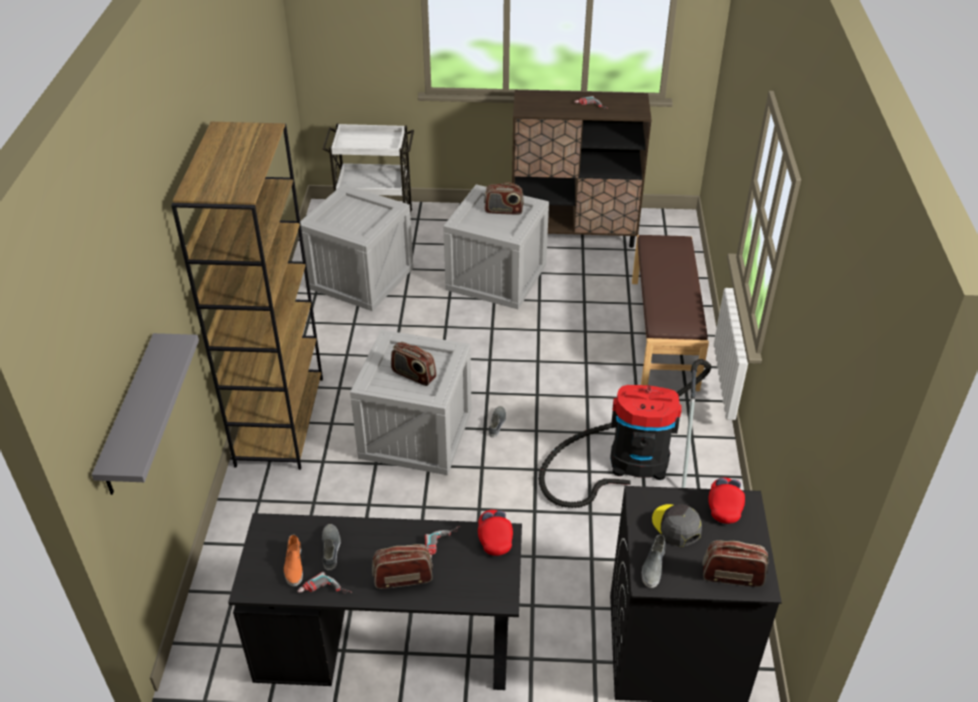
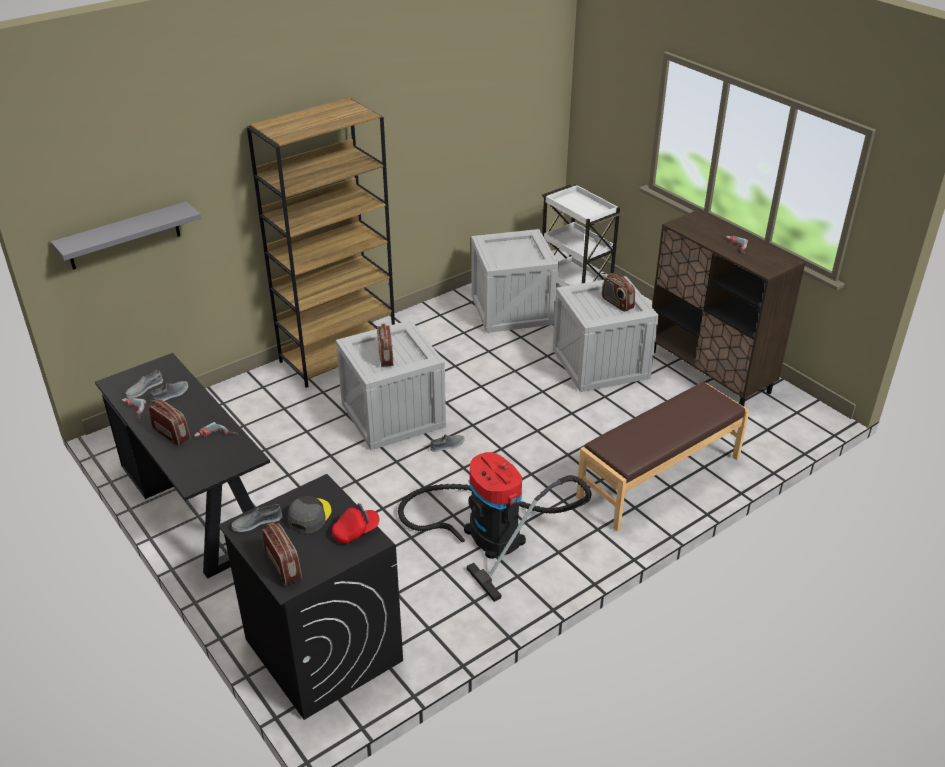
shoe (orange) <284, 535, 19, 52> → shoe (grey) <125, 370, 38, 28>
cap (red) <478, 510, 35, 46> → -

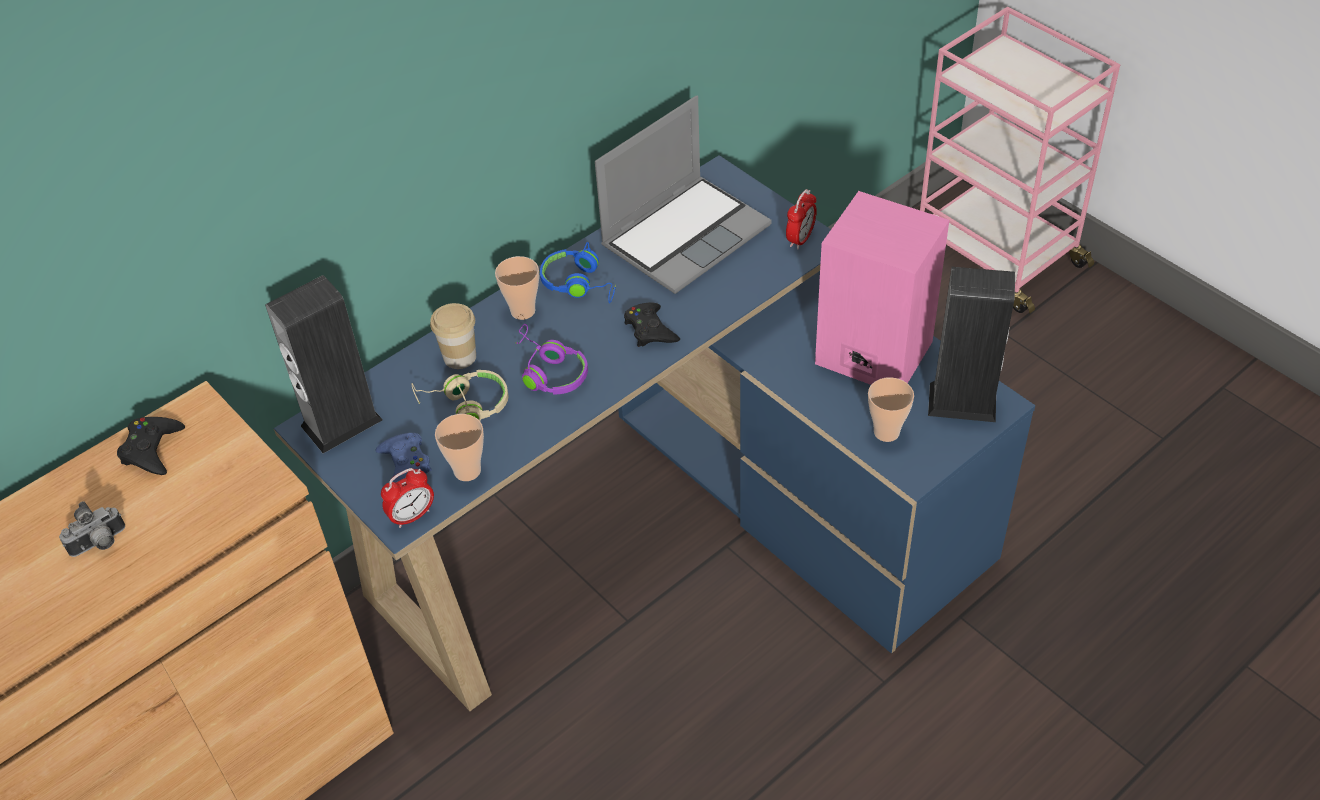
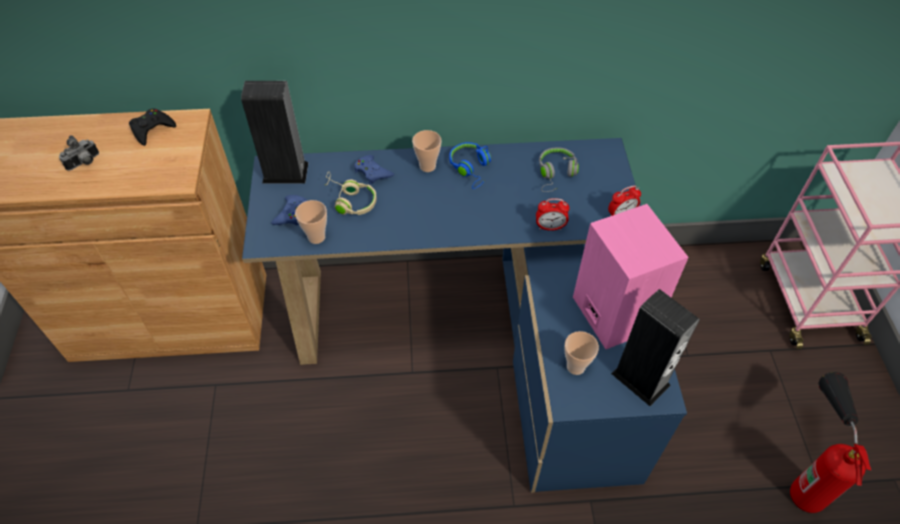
photo camera <59, 501, 66, 56> → photo camera <59, 135, 40, 36>, 45 degrees counterclockwise
cup <430, 303, 46, 66> → game controller (blue) <354, 155, 40, 30>
alarm clock <381, 468, 53, 60> → alarm clock <536, 198, 33, 33>, shifted
laptop <595, 96, 177, 198> → headphones (grey) <539, 147, 40, 45>
- → fire extinguisher <790, 372, 81, 141>
headphones (purple) <516, 324, 72, 70> → -
game controller (black) <624, 302, 56, 45> → -

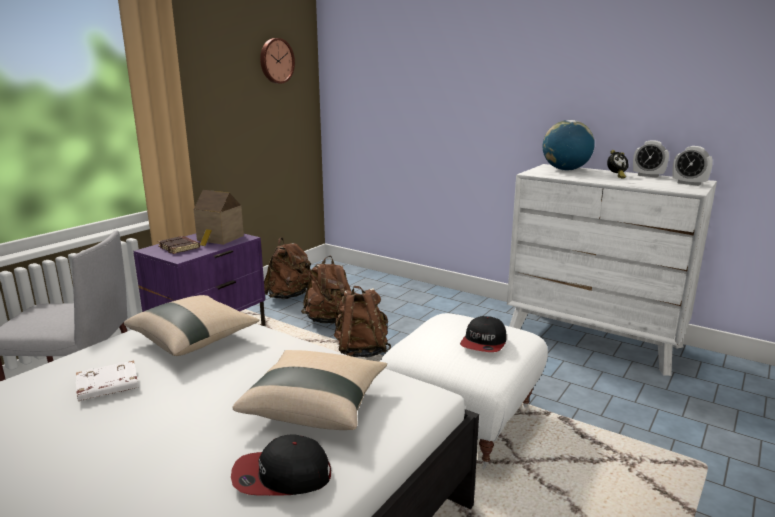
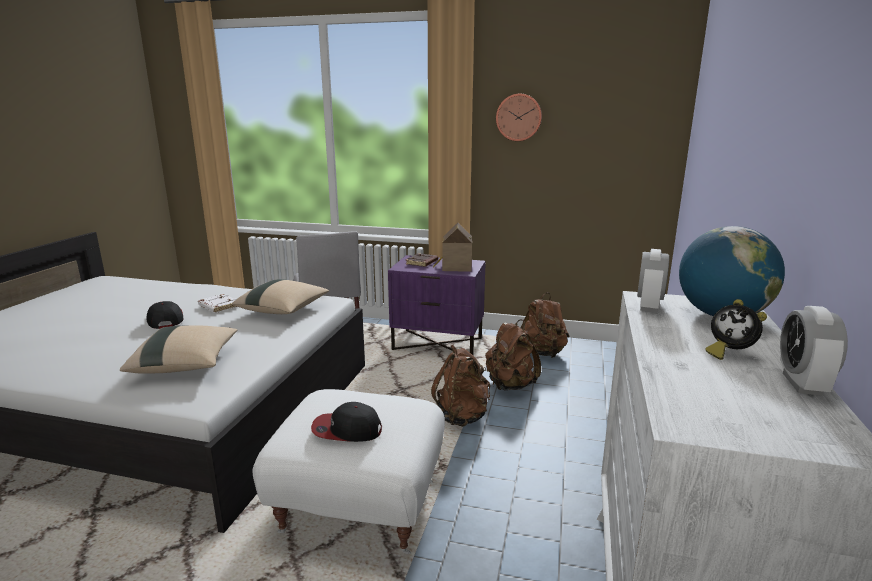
cap <231, 435, 100, 61> → cap <147, 301, 36, 28>, shifted
wall clock <260, 38, 35, 46> → wall clock <496, 94, 46, 47>, shifted
alarm clock <672, 146, 41, 40> → alarm clock <637, 249, 33, 64>, shifted

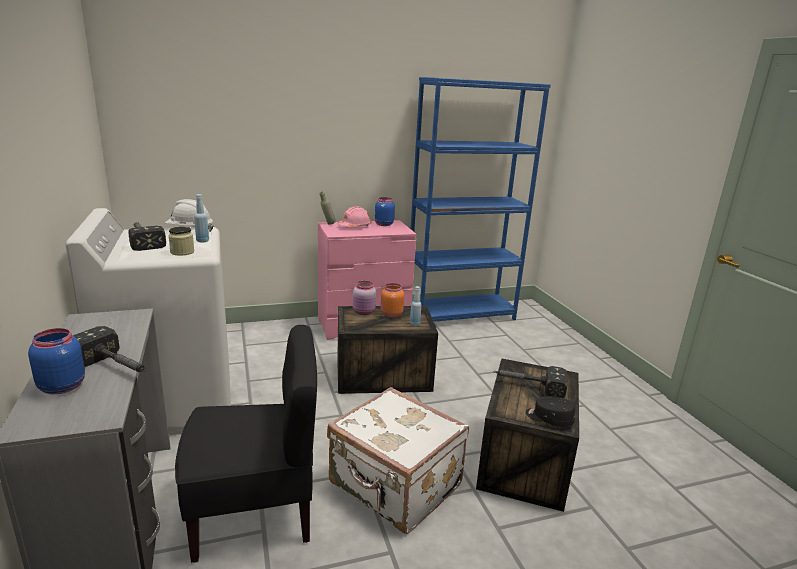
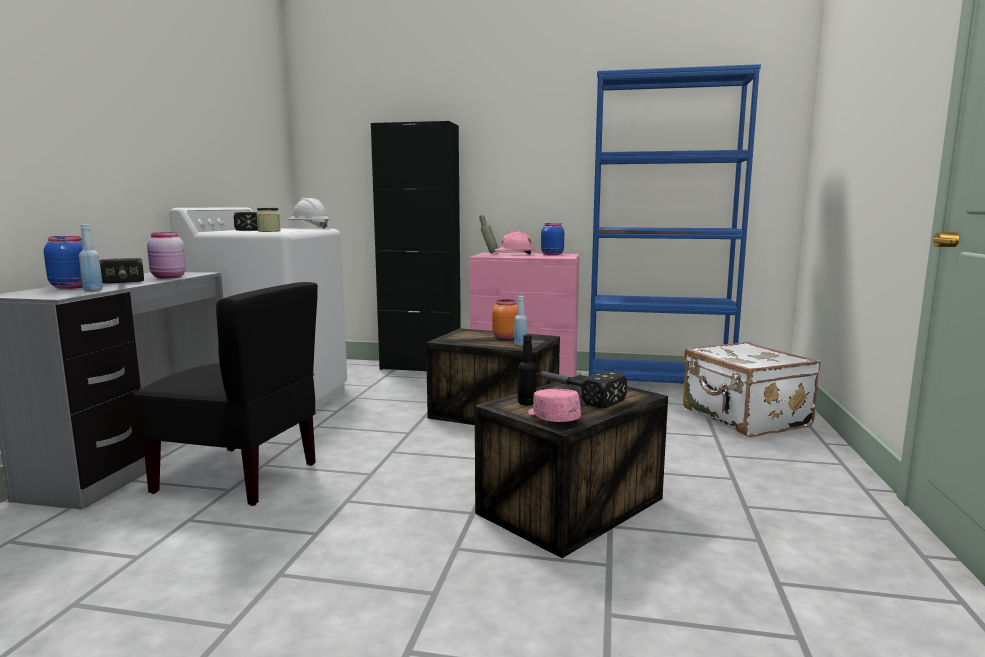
bottle (blue) <194, 194, 15, 48> → bottle (blue) <79, 224, 24, 67>, shifted
jar (pink) <353, 281, 23, 34> → jar (pink) <147, 232, 39, 46>, shifted
- → cabinet (black) <371, 121, 90, 250>
- → bottle (black) <518, 334, 18, 71>
cap (black) <526, 396, 49, 31> → cap (pink) <528, 389, 53, 33>
suitcase (white) <327, 387, 142, 147> → suitcase (white) <683, 342, 137, 95>, shifted

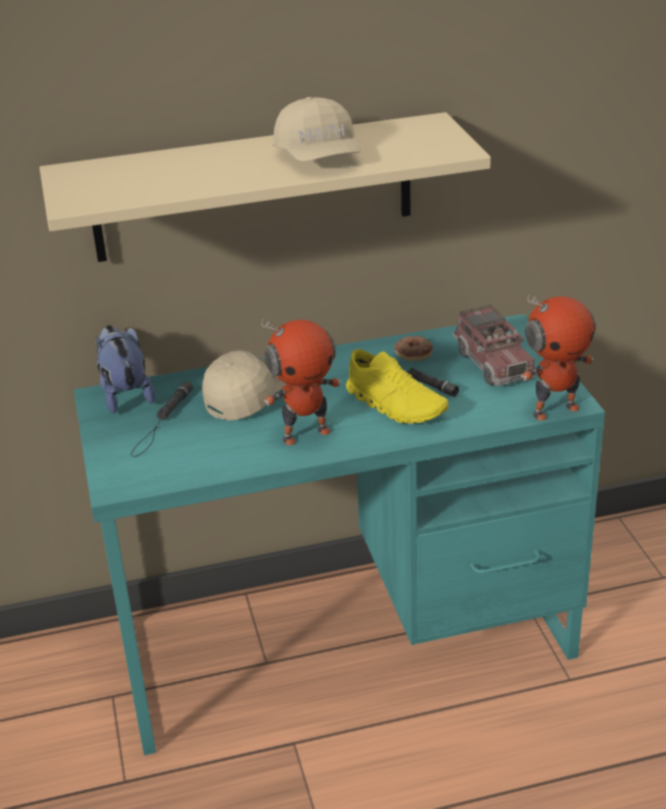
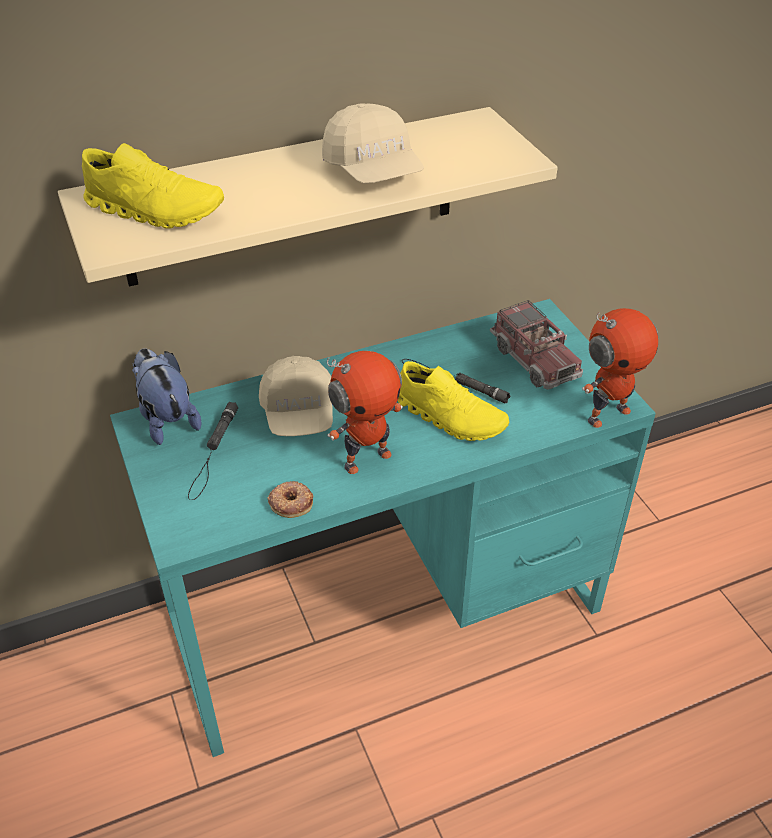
- → shoe (yellow) <82, 143, 142, 86>
cap (beige) <202, 350, 85, 71> → cap (beige) <259, 356, 74, 80>, 135 degrees clockwise
donut <394, 336, 39, 25> → donut <267, 481, 46, 37>, shifted

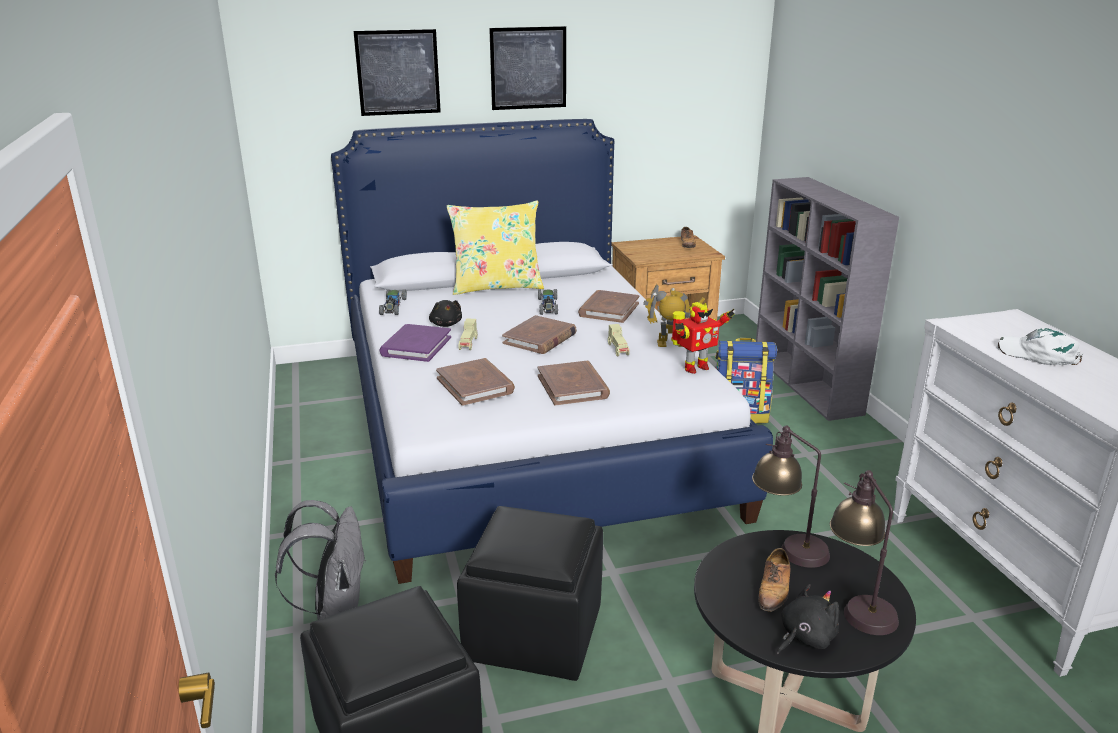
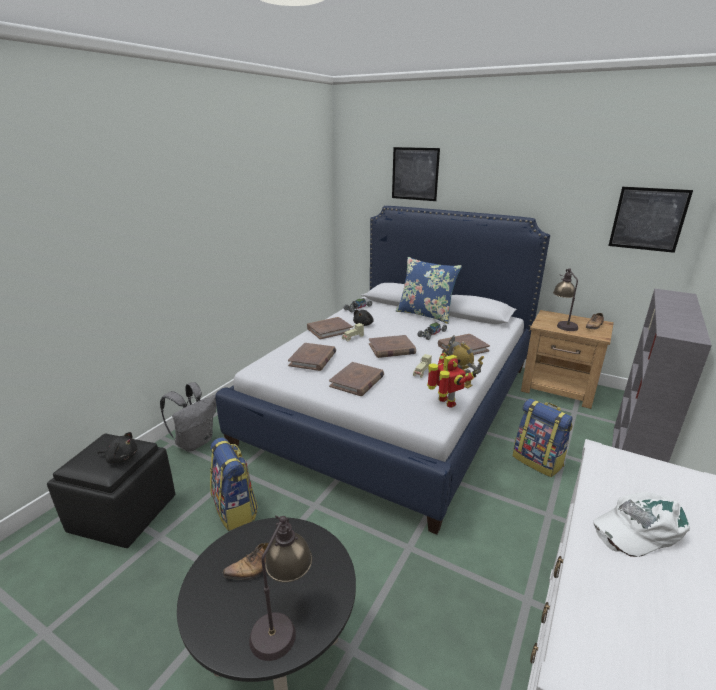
plush toy (black) <777, 584, 62, 70> → plush toy (black) <97, 432, 40, 32>, shifted
ottoman (black) <457, 506, 146, 175> → backpack <210, 437, 48, 94>
book (purple) <380, 324, 71, 38> → book (brown) <307, 317, 46, 22>
pillow (yellow) <447, 200, 97, 95> → pillow (blue) <396, 257, 66, 67>
toy robot <671, 302, 63, 72> → toy robot <427, 349, 50, 59>, 135 degrees counterclockwise
table lamp <752, 426, 78, 142> → table lamp <553, 268, 25, 63>, shifted
cap (white) <996, 328, 88, 37> → cap (white) <593, 492, 97, 65>, 105 degrees counterclockwise
picture <489, 26, 77, 84> → picture <608, 187, 85, 66>, shifted

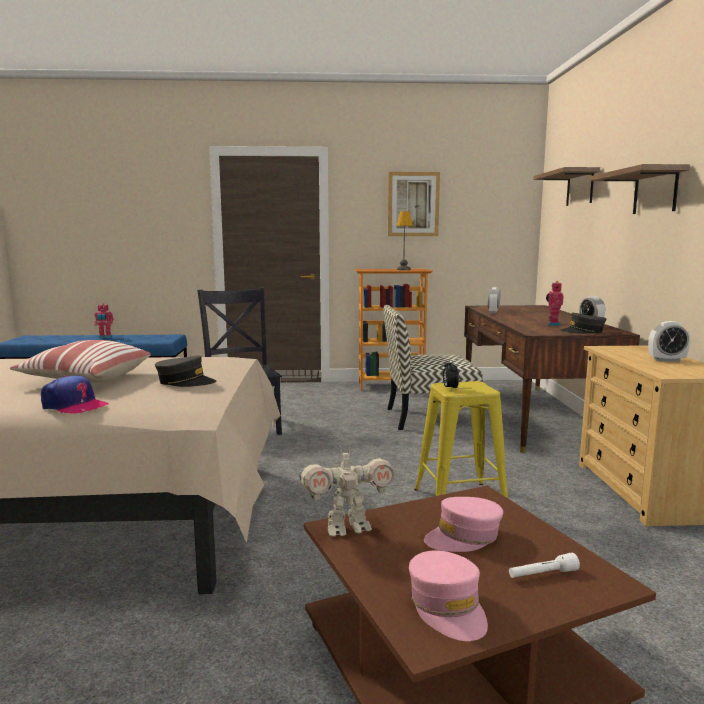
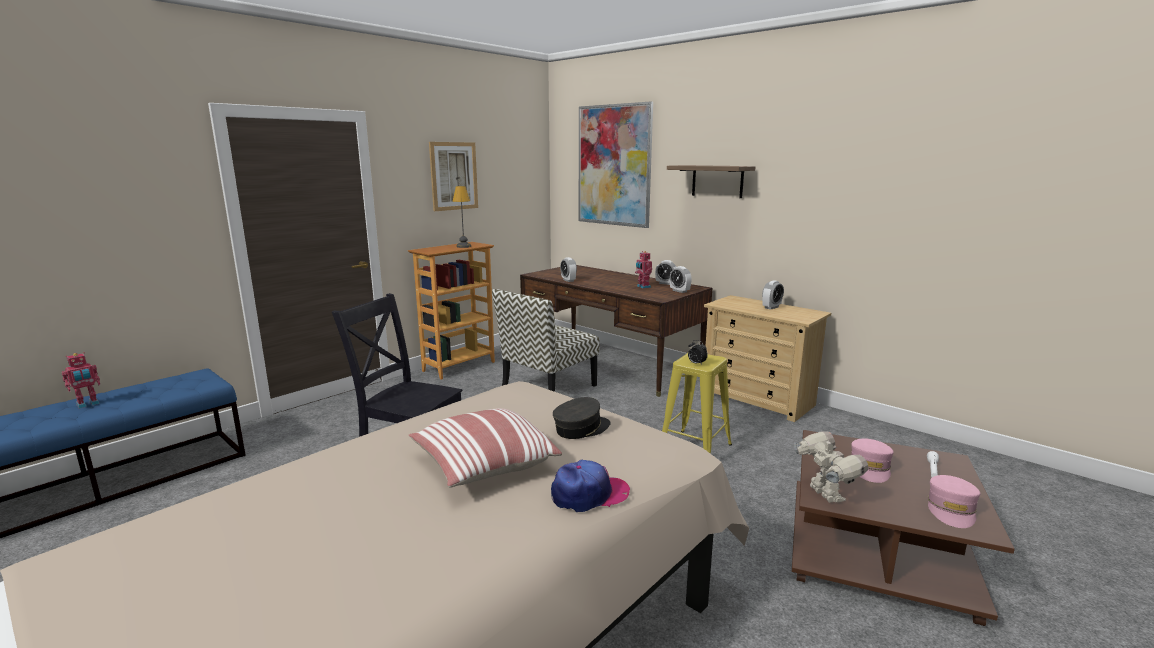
shelf <533, 167, 67, 39> → picture <579, 101, 74, 127>
cap (grey) <560, 313, 46, 21> → alarm clock <670, 266, 22, 27>
toy robot <299, 444, 96, 92> → toy robot <794, 432, 74, 71>, 45 degrees counterclockwise
cap (pink) <409, 550, 79, 91> → cap (pink) <928, 475, 52, 53>, 90 degrees clockwise

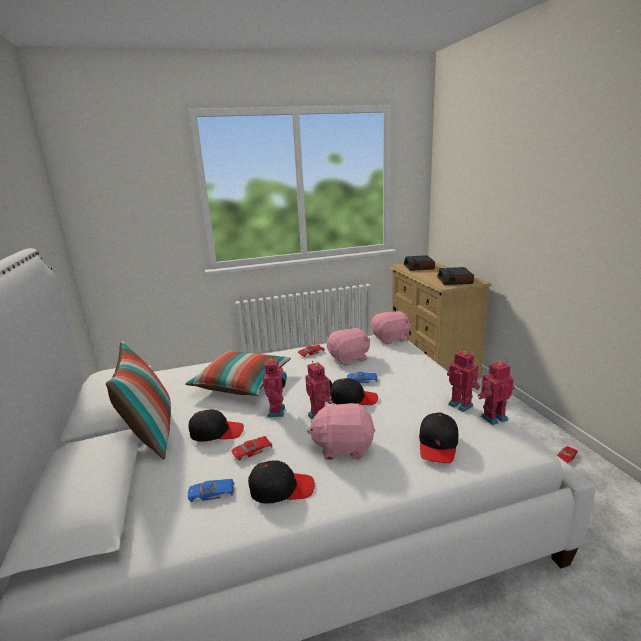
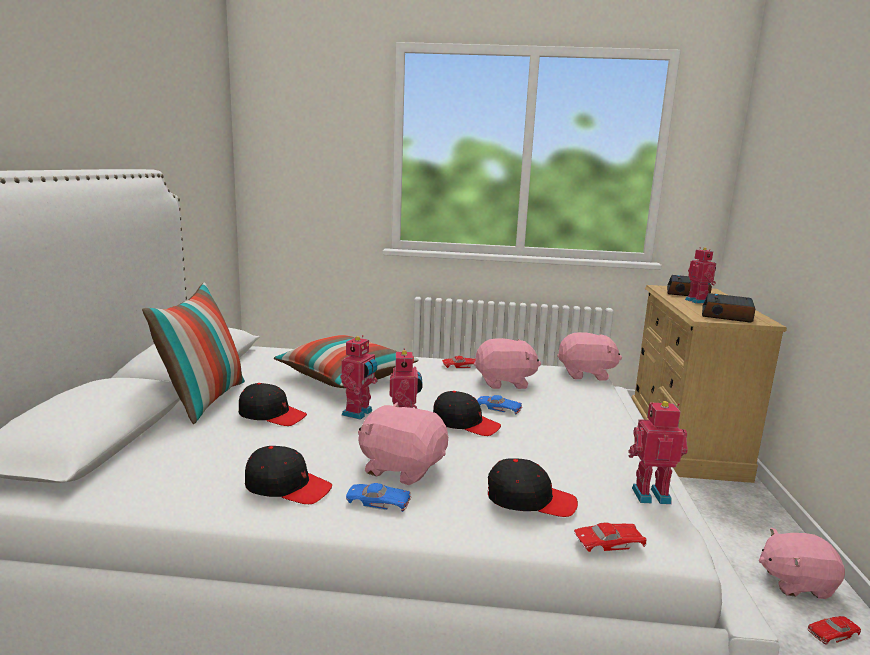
toy car (blue) <188, 479, 47, 23> → toy car (blue) <346, 483, 65, 29>, shifted
cap (black) <419, 412, 39, 51> → cap (black) <488, 458, 90, 59>, 120 degrees counterclockwise
toy car (red) <231, 436, 42, 25> → toy car (red) <574, 523, 73, 29>, shifted
toy robot <447, 350, 33, 62> → toy robot <685, 247, 31, 57>, shifted
- → plush toy (pink) <759, 528, 86, 71>

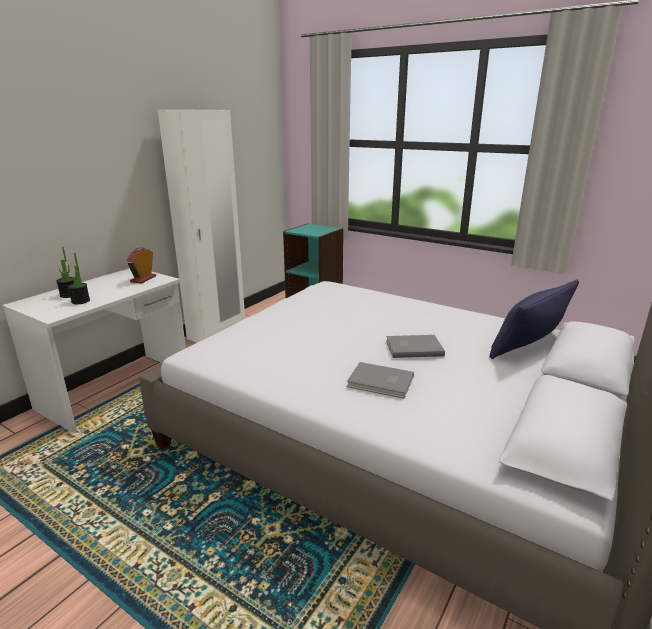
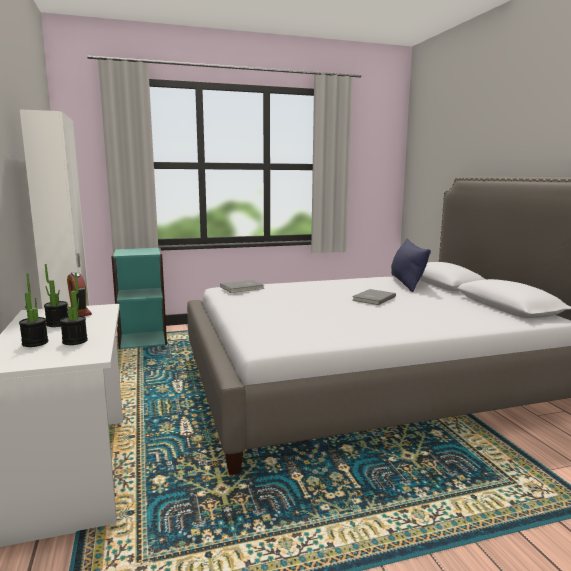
- → potted plant <44, 264, 24, 63>
book (grey) <347, 362, 67, 37> → book (grey) <220, 280, 44, 13>, shifted

